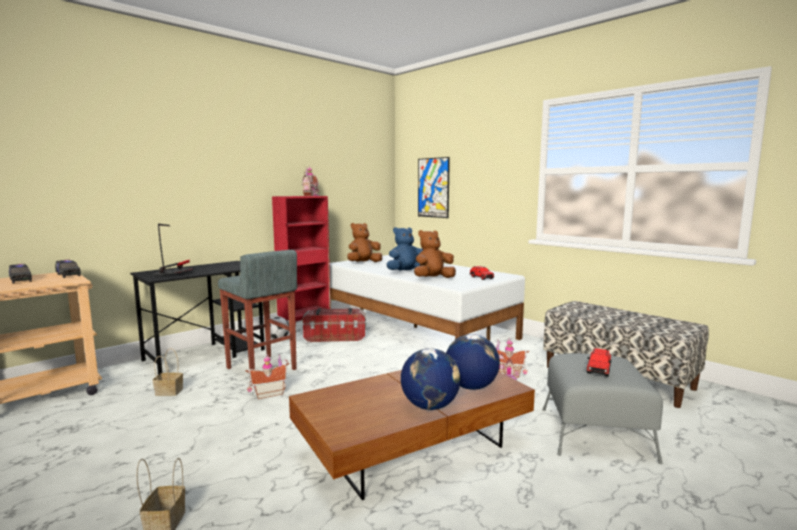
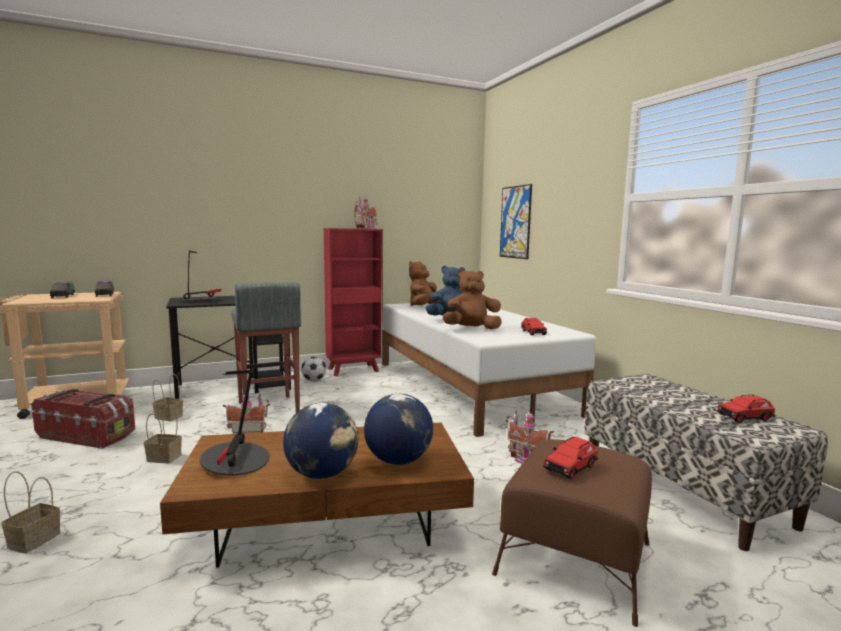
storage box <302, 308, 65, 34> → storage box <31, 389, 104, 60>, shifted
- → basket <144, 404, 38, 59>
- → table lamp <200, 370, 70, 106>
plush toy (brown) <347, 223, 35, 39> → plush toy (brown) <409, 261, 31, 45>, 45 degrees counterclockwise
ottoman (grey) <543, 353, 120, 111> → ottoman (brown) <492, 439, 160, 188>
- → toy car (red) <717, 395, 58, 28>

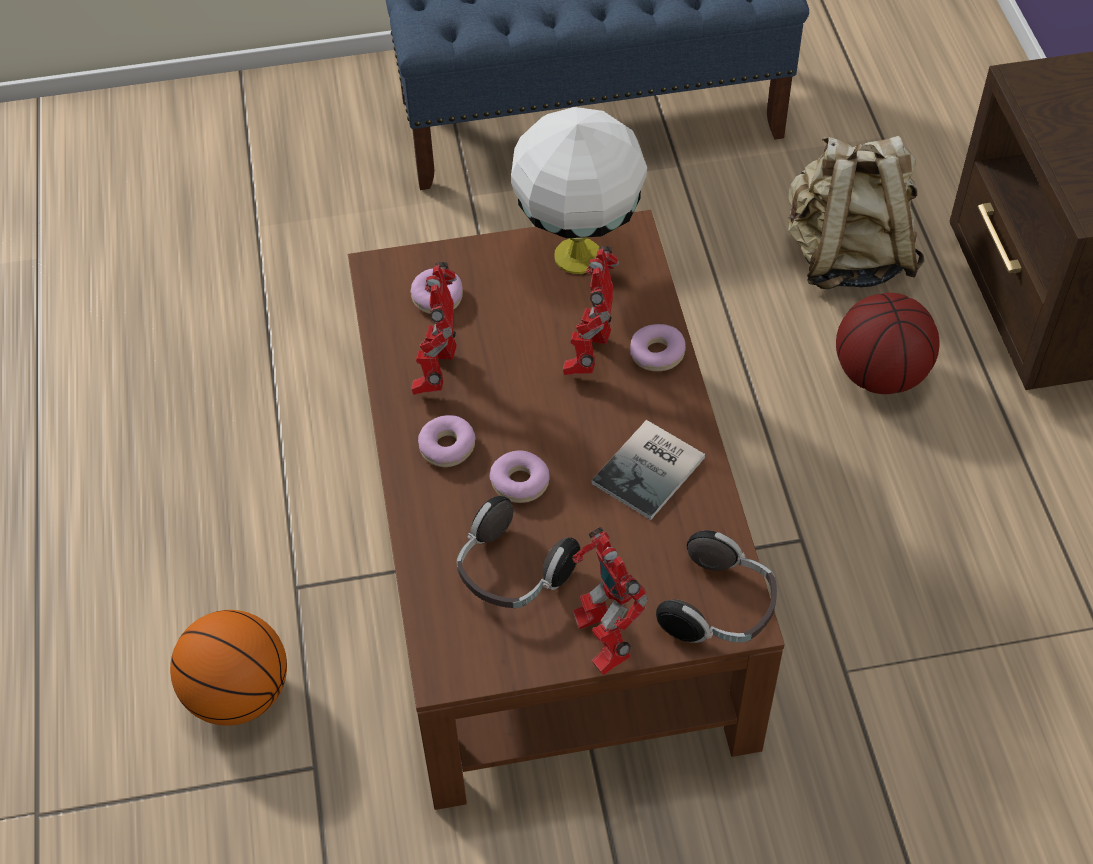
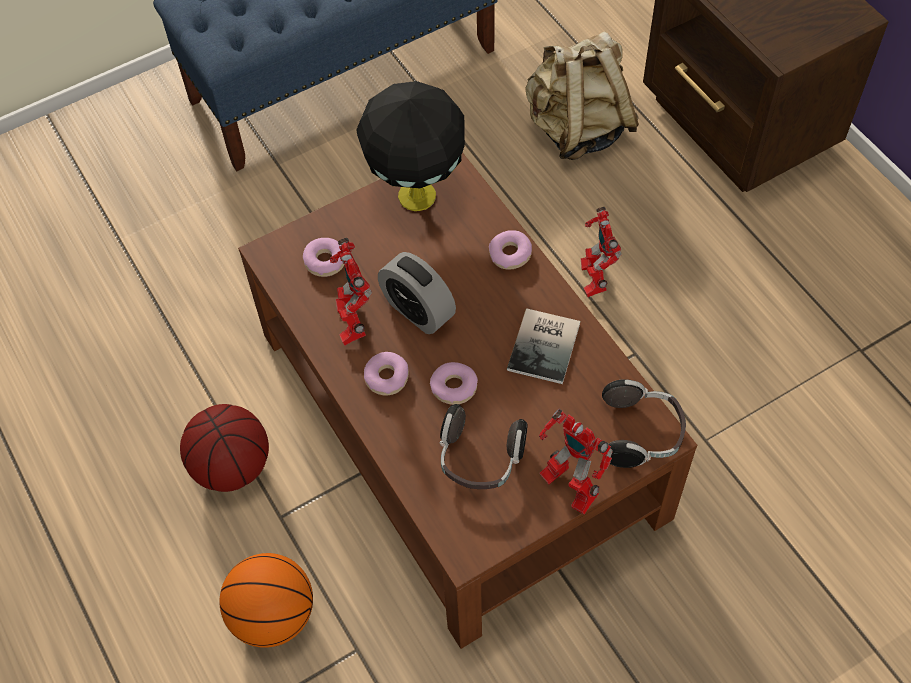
basketball <836, 293, 103, 101> → basketball <180, 404, 89, 88>, shifted
table lamp (white) <511, 107, 136, 167> → table lamp (black) <356, 81, 109, 130>
- → alarm clock <378, 252, 78, 82>
toy robot <563, 246, 56, 129> → toy robot <581, 207, 41, 90>, shifted

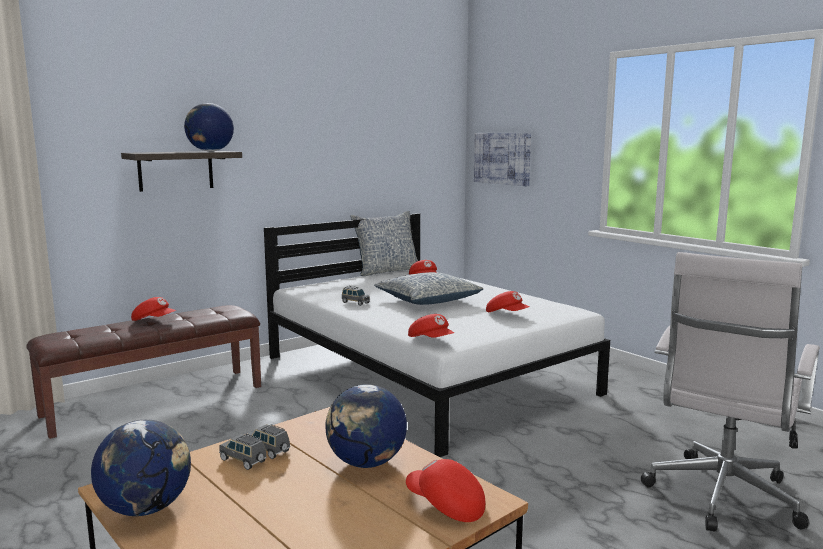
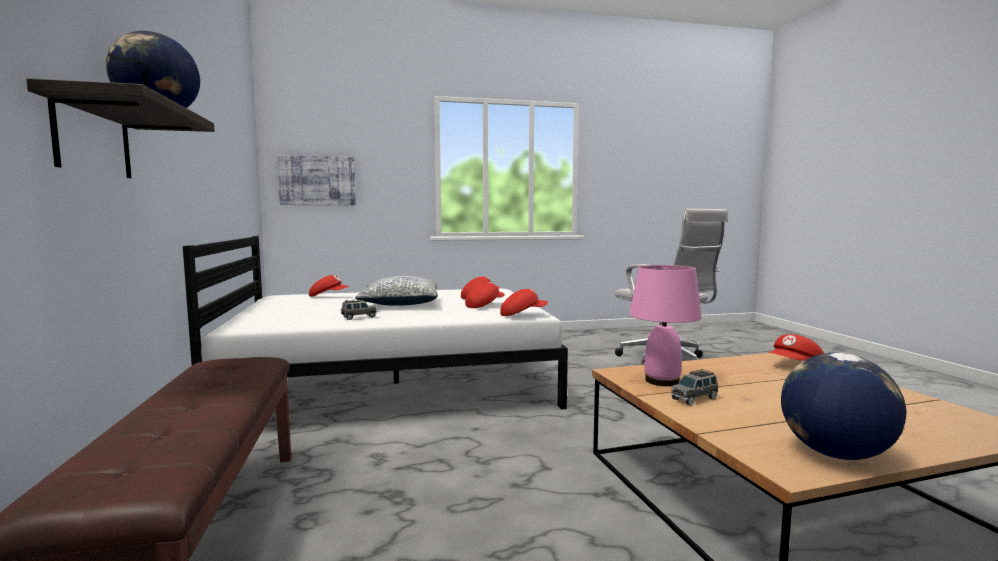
cap (red) <131, 297, 45, 24> → cap (red) <465, 282, 40, 26>, shifted
- → table lamp (pink) <630, 265, 72, 121>
toy car (grey) <219, 434, 48, 36> → -
globe <325, 384, 82, 84> → -
pillow <350, 210, 68, 66> → -

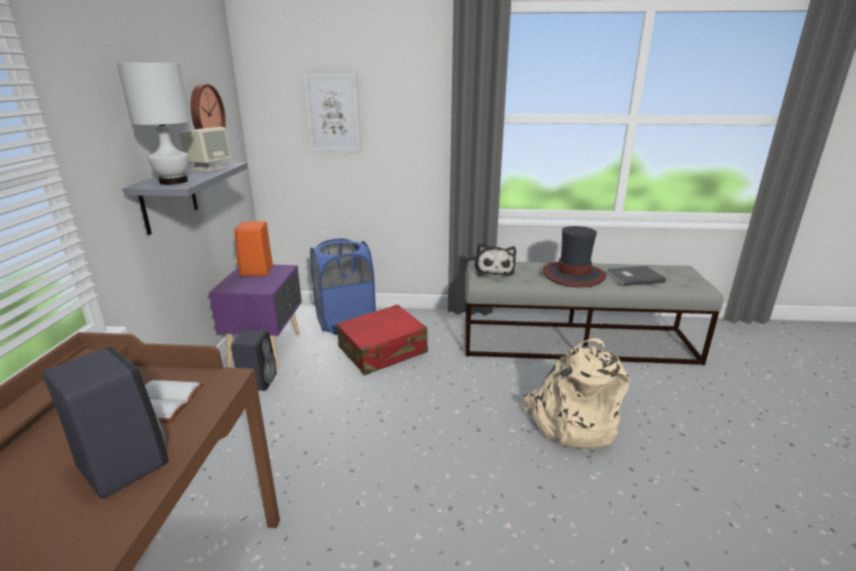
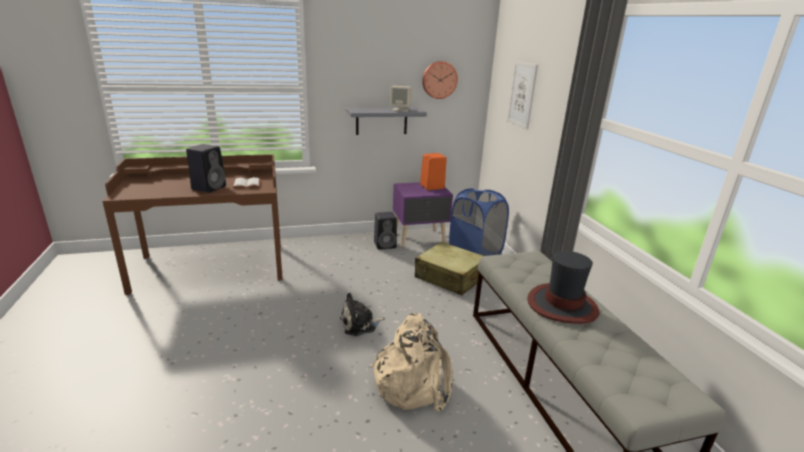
plush toy <474, 243, 42, 33> → plush toy <340, 293, 45, 43>, shifted
suitcase (red) <336, 304, 92, 71> → suitcase (beige) <415, 242, 69, 53>
table lamp (white) <117, 63, 73, 122> → -
book (grey) <607, 266, 59, 20> → -

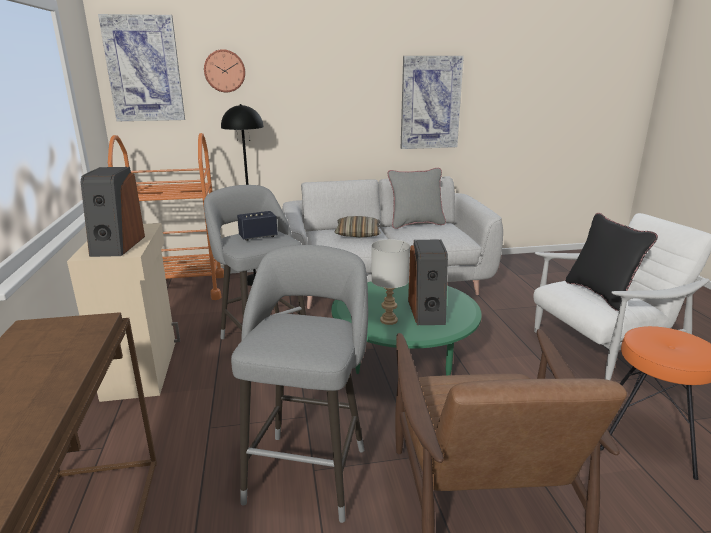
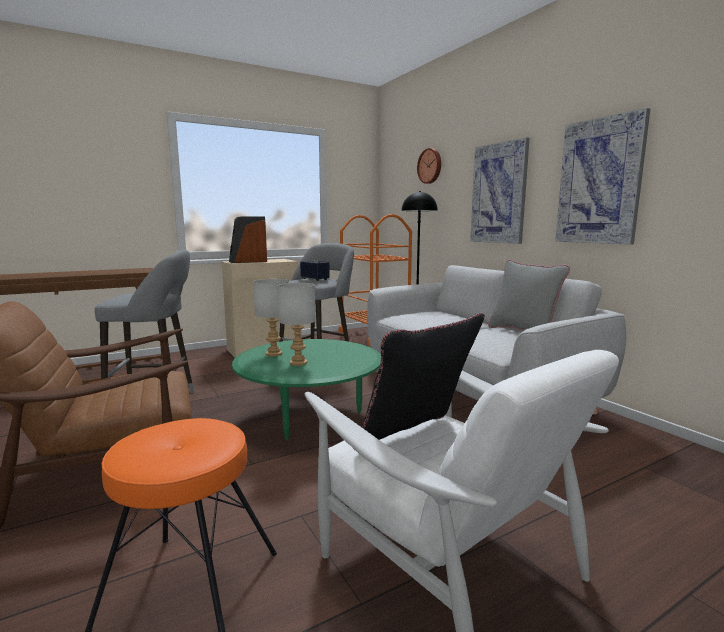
speaker <408, 240, 40, 85> → table lamp (grey) <277, 283, 39, 83>
picture <98, 14, 87, 107> → picture <470, 137, 60, 107>, shifted
pillow <335, 216, 46, 22> → -

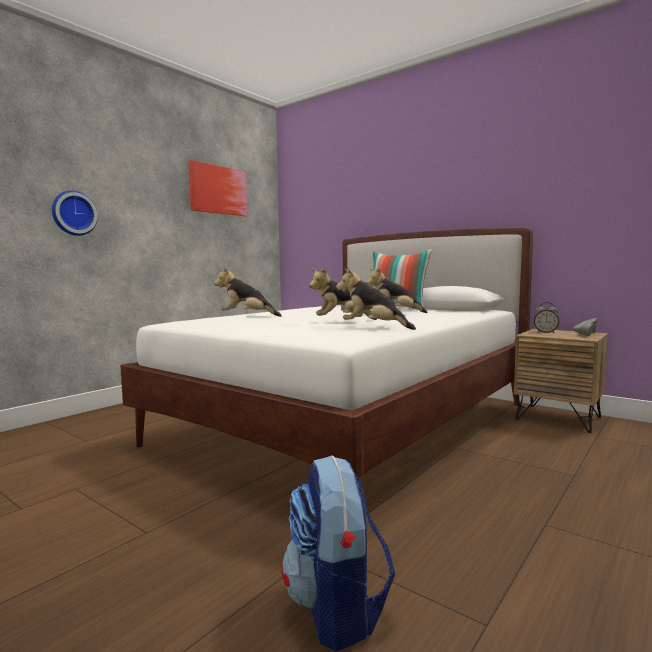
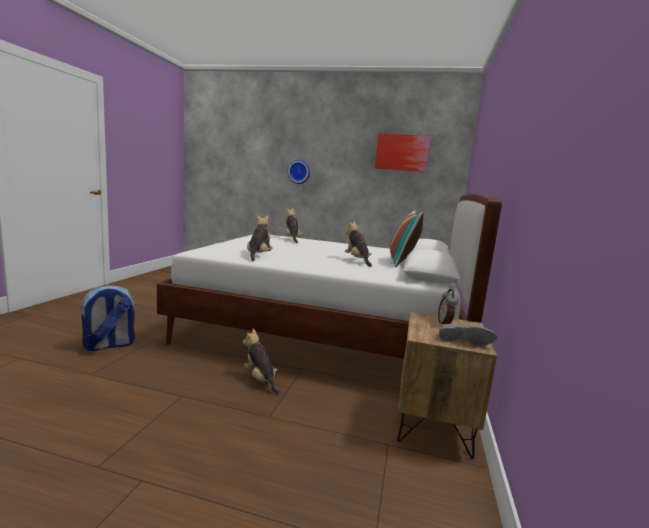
plush toy <309, 267, 68, 53> → plush toy <243, 329, 37, 66>, shifted

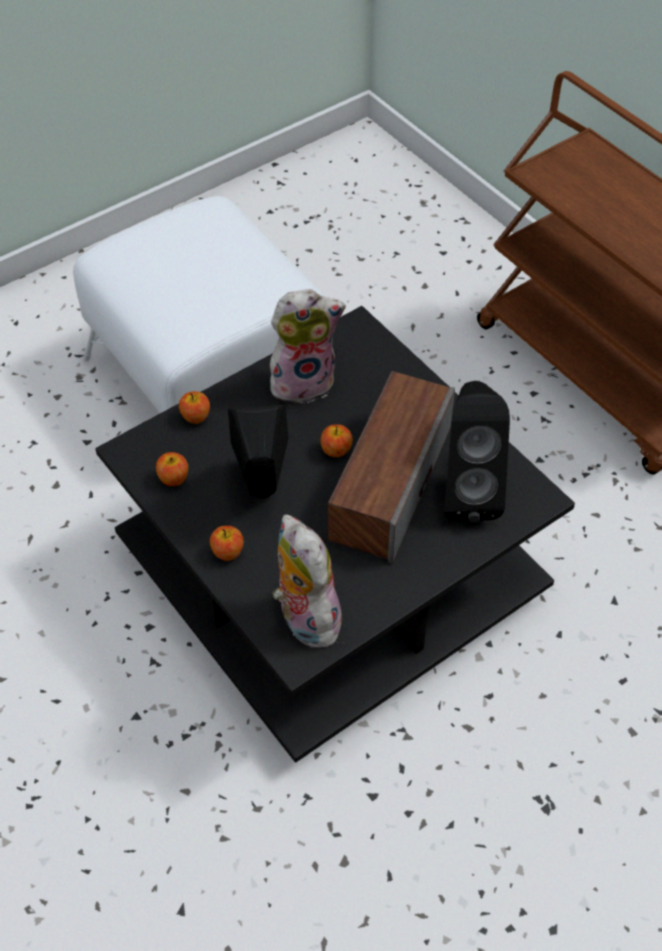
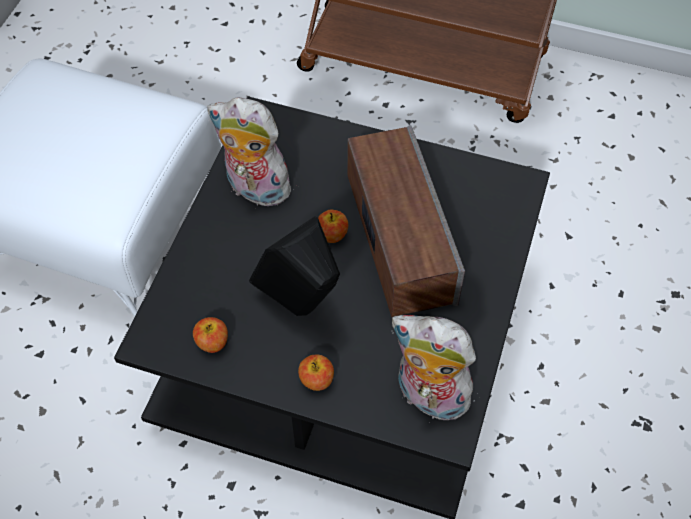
plush toy <270, 289, 76, 117> → plush toy <207, 97, 89, 109>, 105 degrees counterclockwise
apple <179, 391, 31, 33> → -
speaker (black) <445, 381, 65, 141> → -

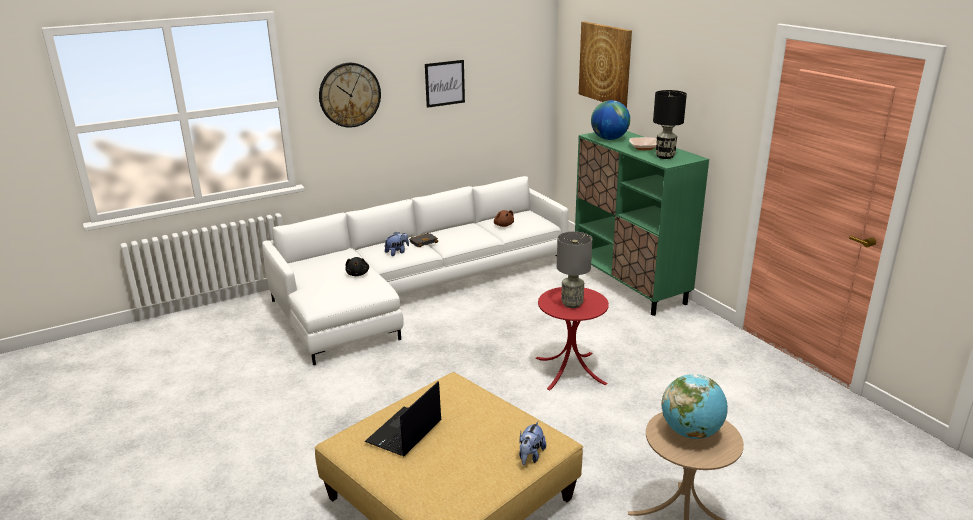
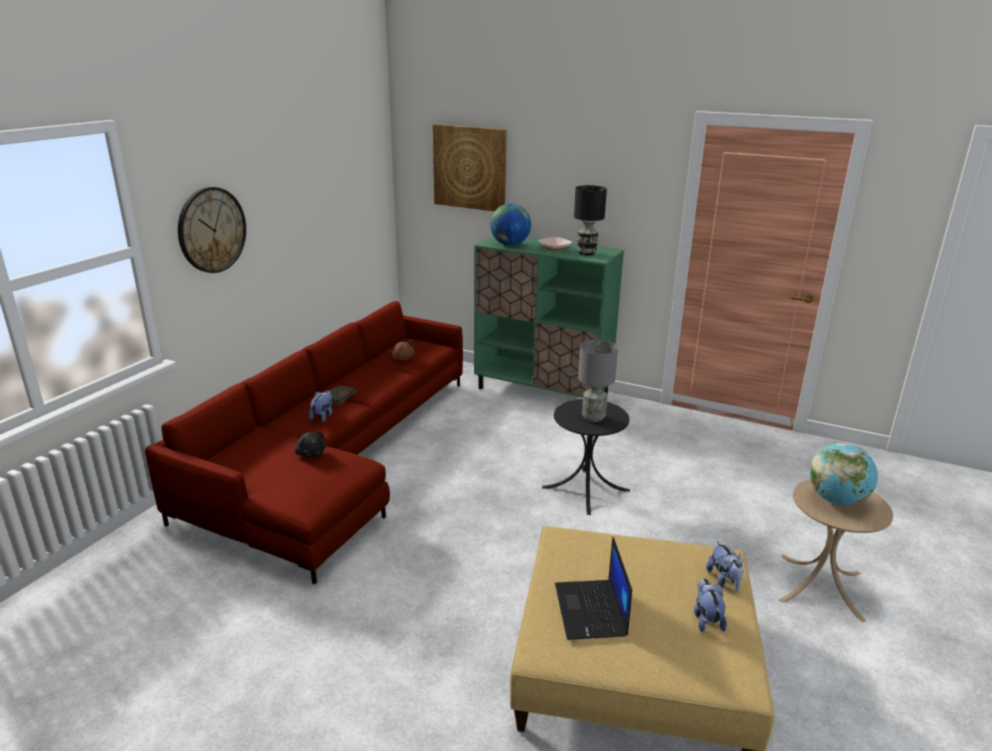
sofa (white) <262, 176, 307, 189> → sofa (red) <145, 301, 318, 284>
side table (red) <535, 287, 74, 103> → side table (black) <542, 399, 88, 116>
- → plush toy <694, 578, 33, 54>
picture <425, 60, 40, 48> → -

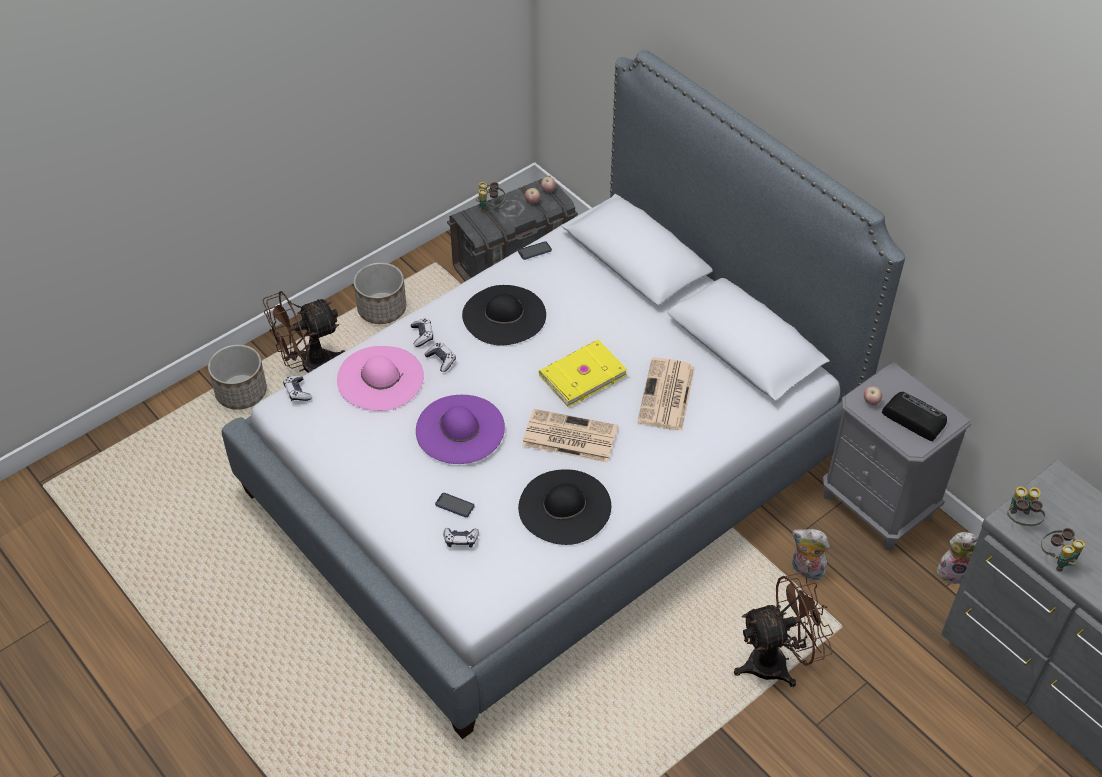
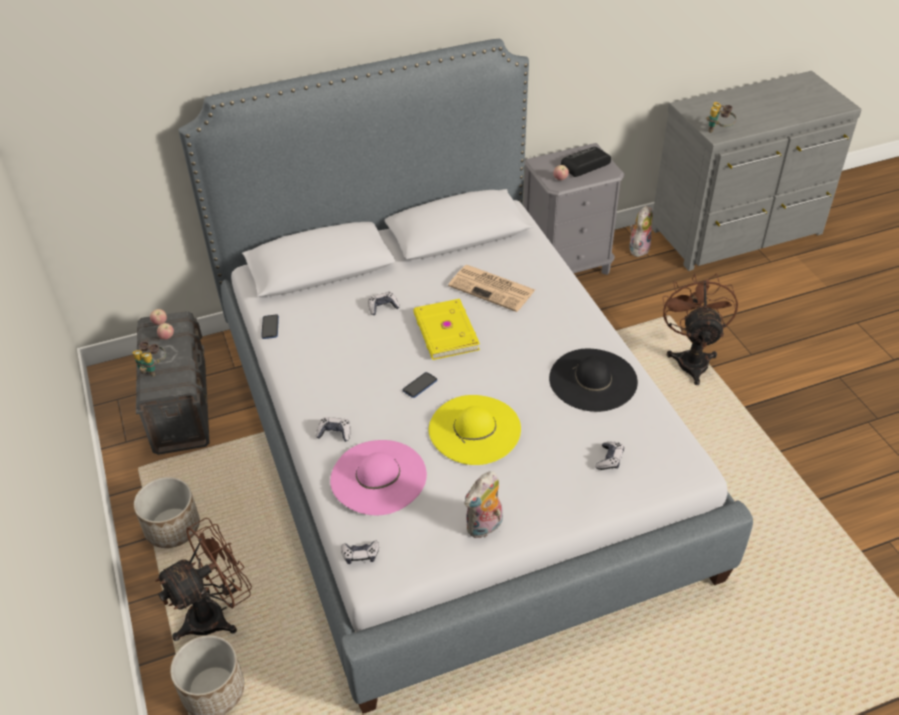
fan (brown) <262, 291, 83, 82> → fan (brown) <155, 518, 97, 123>, 120 degrees counterclockwise
game controller <424, 342, 32, 30> → game controller <369, 292, 31, 23>, shifted
phone <435, 493, 40, 24> → phone <403, 372, 34, 26>, shifted
hat (purple) <416, 395, 89, 69> → hat (yellow) <429, 395, 92, 70>
plush toy <792, 529, 38, 51> → plush toy <464, 471, 39, 67>, shifted
hat (black) <462, 285, 84, 60> → -
newspaper <522, 409, 96, 54> → -
binoculars <1041, 528, 44, 44> → -

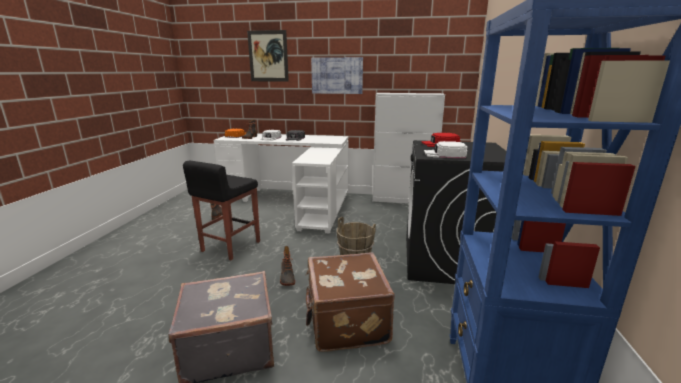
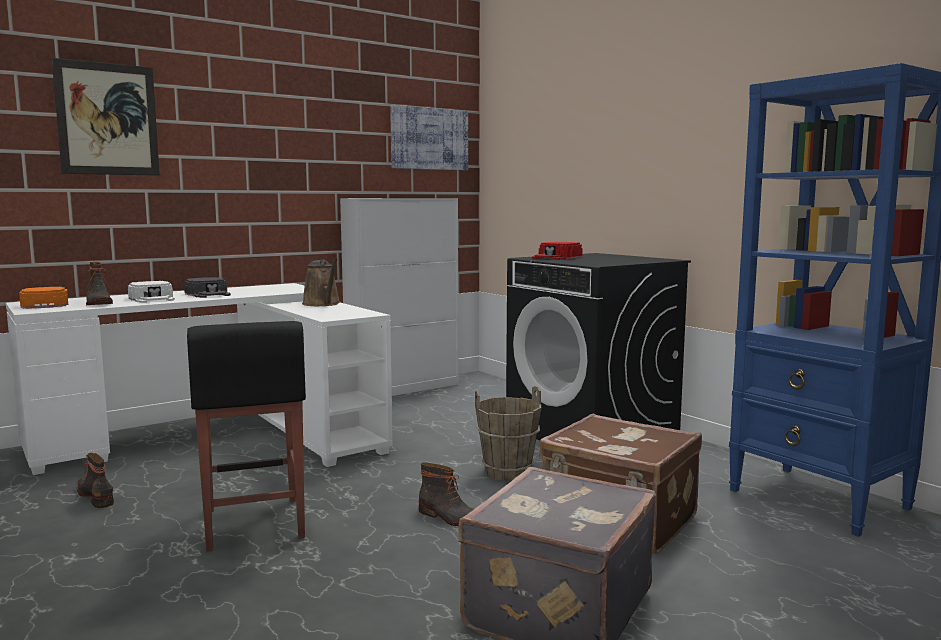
- → watering can (brown) <302, 258, 38, 48>
picture <311, 57, 52, 37> → picture <390, 105, 78, 65>, shifted
cap (white) <424, 141, 43, 18> → -

